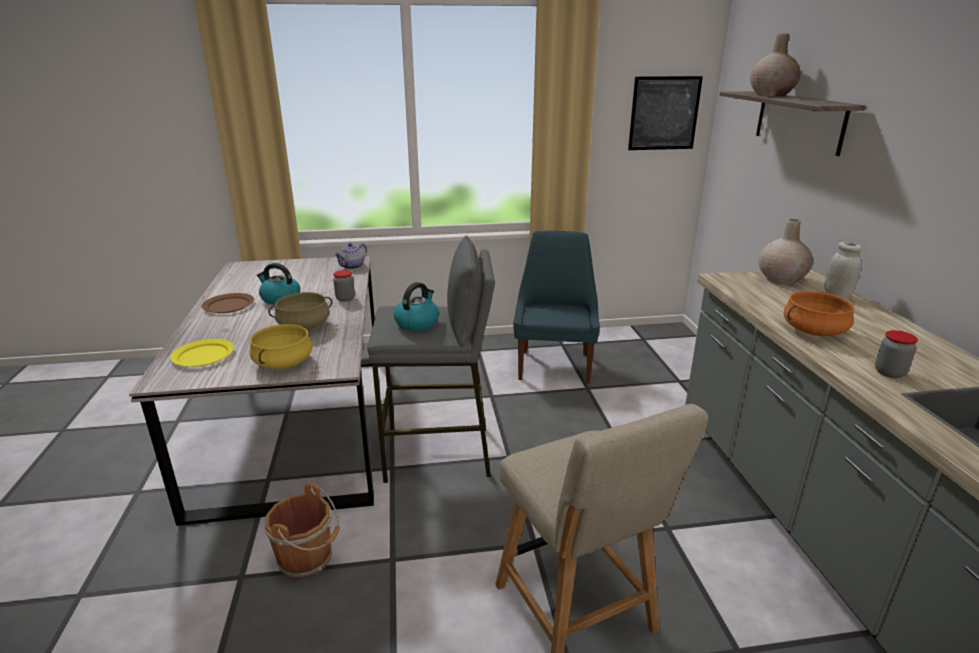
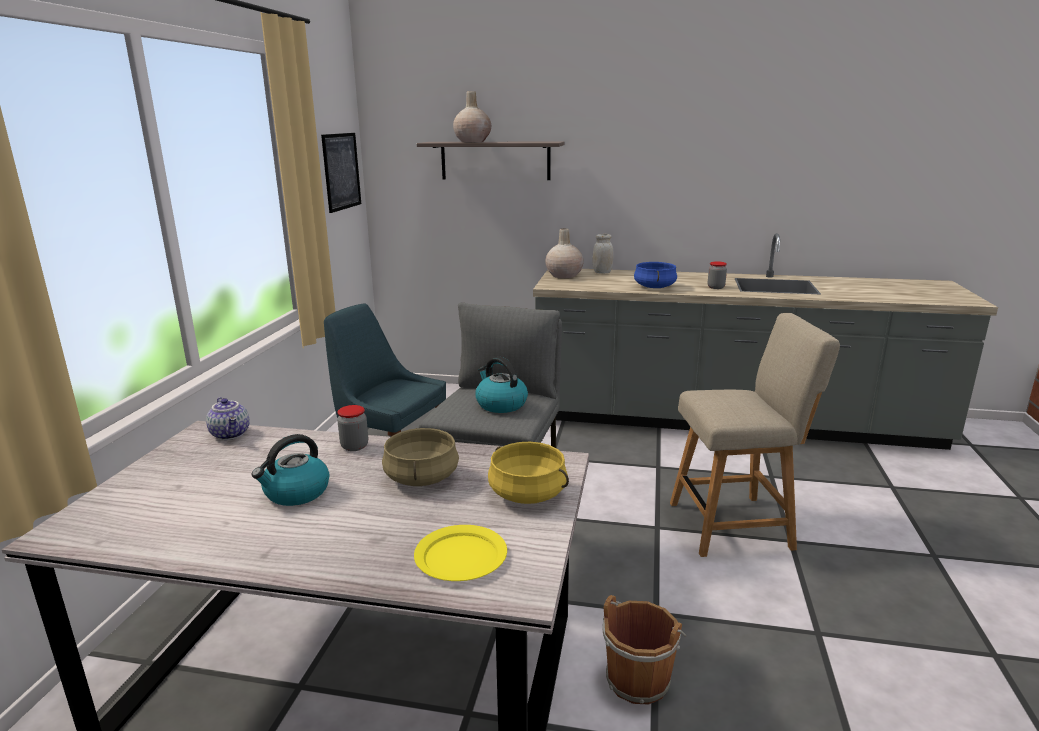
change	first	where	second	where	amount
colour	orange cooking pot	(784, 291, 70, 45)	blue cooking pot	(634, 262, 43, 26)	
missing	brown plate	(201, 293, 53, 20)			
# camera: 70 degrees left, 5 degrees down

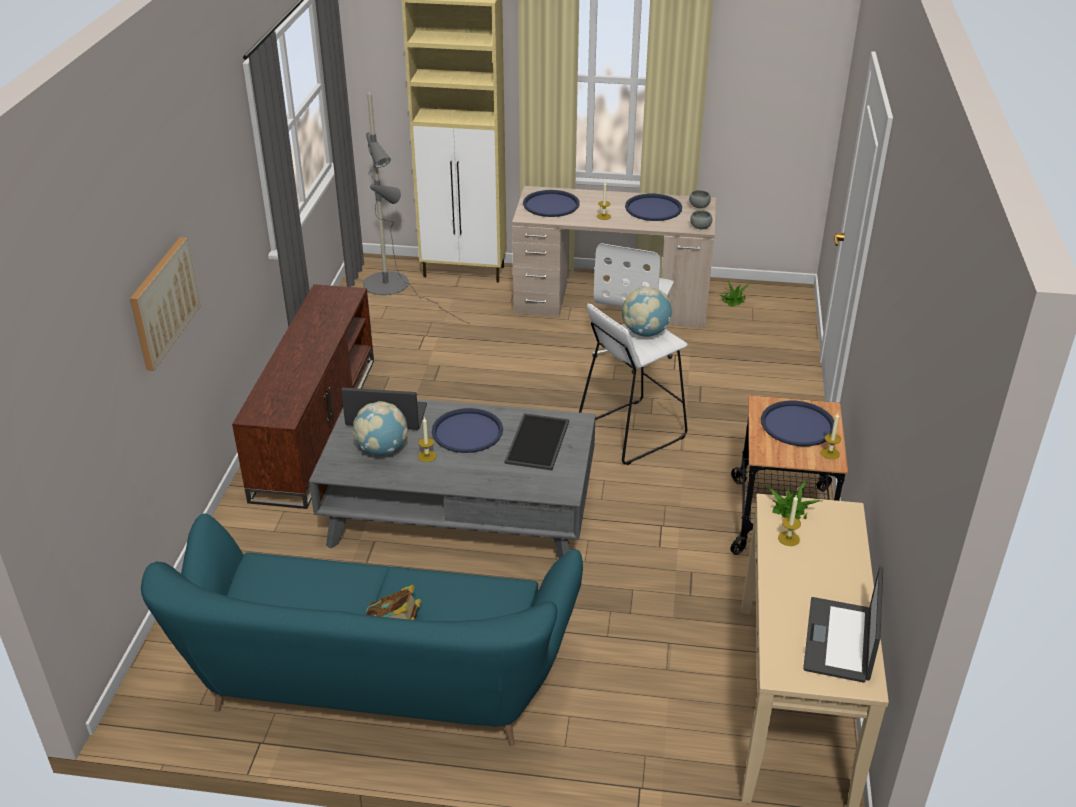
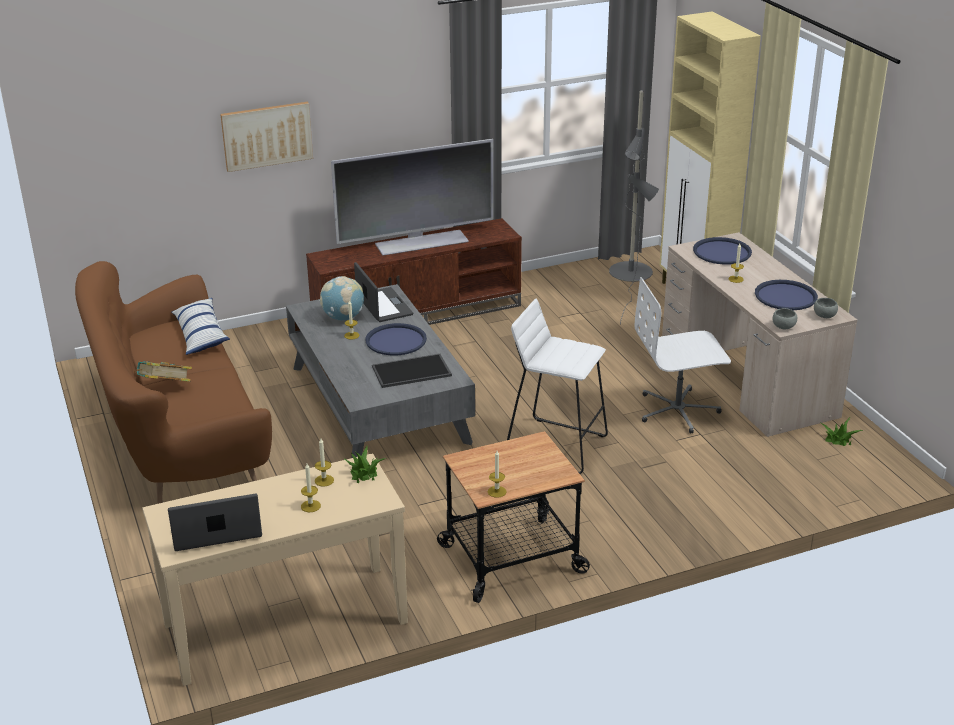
change	first	where	second	where	amount
colour	turquoise sofa	(141, 513, 442, 233)	brown sofa	(75, 261, 197, 243)	
appeared			pillow	(172, 298, 58, 57)	
appeared			candle	(301, 464, 20, 48)	
appeared			television	(331, 139, 162, 117)	
missing	globe	(622, 287, 50, 50)			
missing	blue tray	(761, 401, 73, 45)			
# camera: 60 degrees right, 5 degrees down

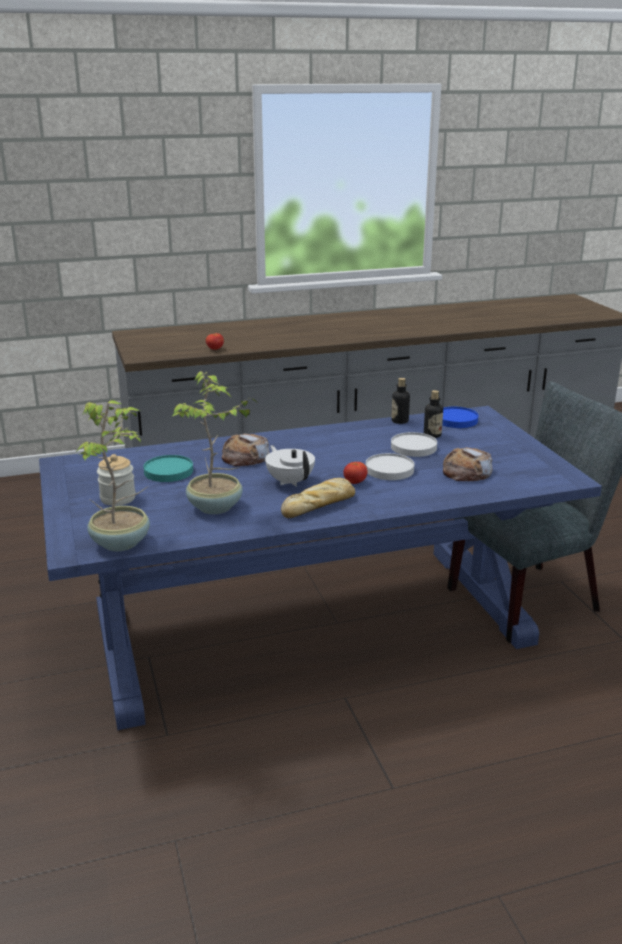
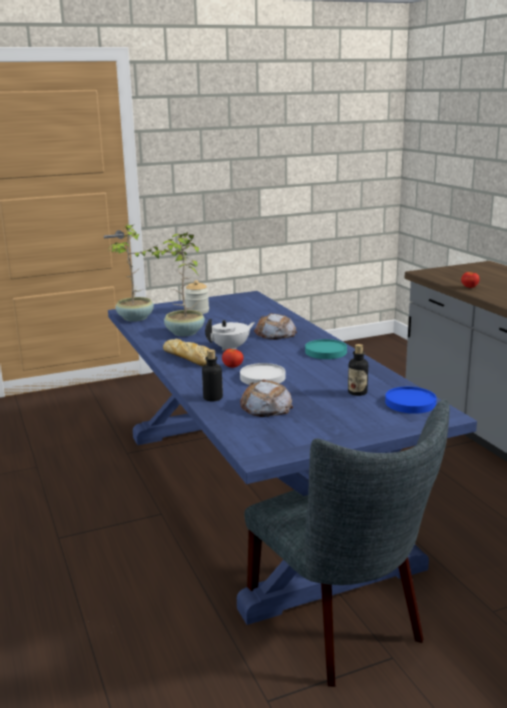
change	first	where	second	where	amount
relocated	bottle	(391, 378, 19, 46)		(202, 349, 21, 52)	
relocated	turquoise plate	(143, 455, 50, 27)		(305, 339, 42, 20)	
missing	white plate	(391, 432, 46, 25)			
# camera: 85 degrees right, 5 degrees down

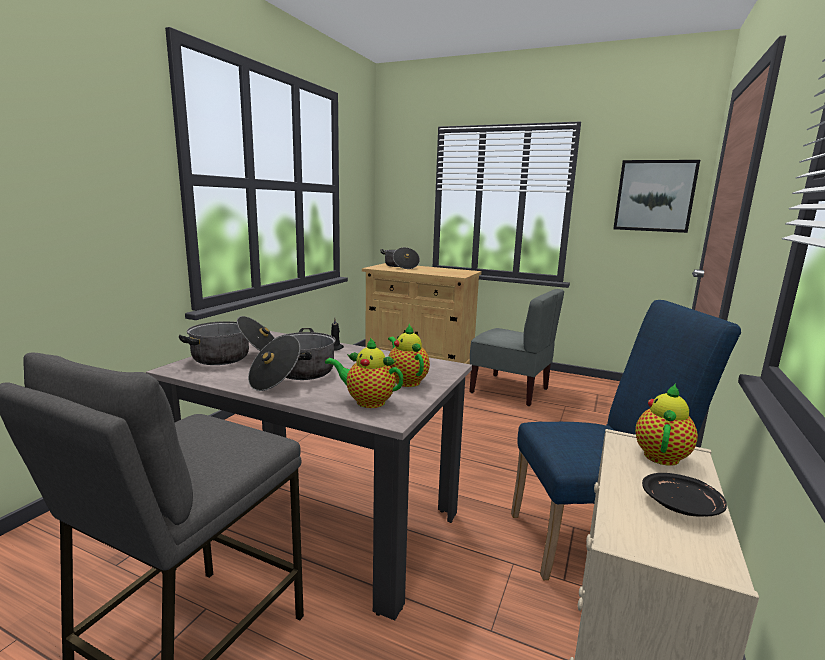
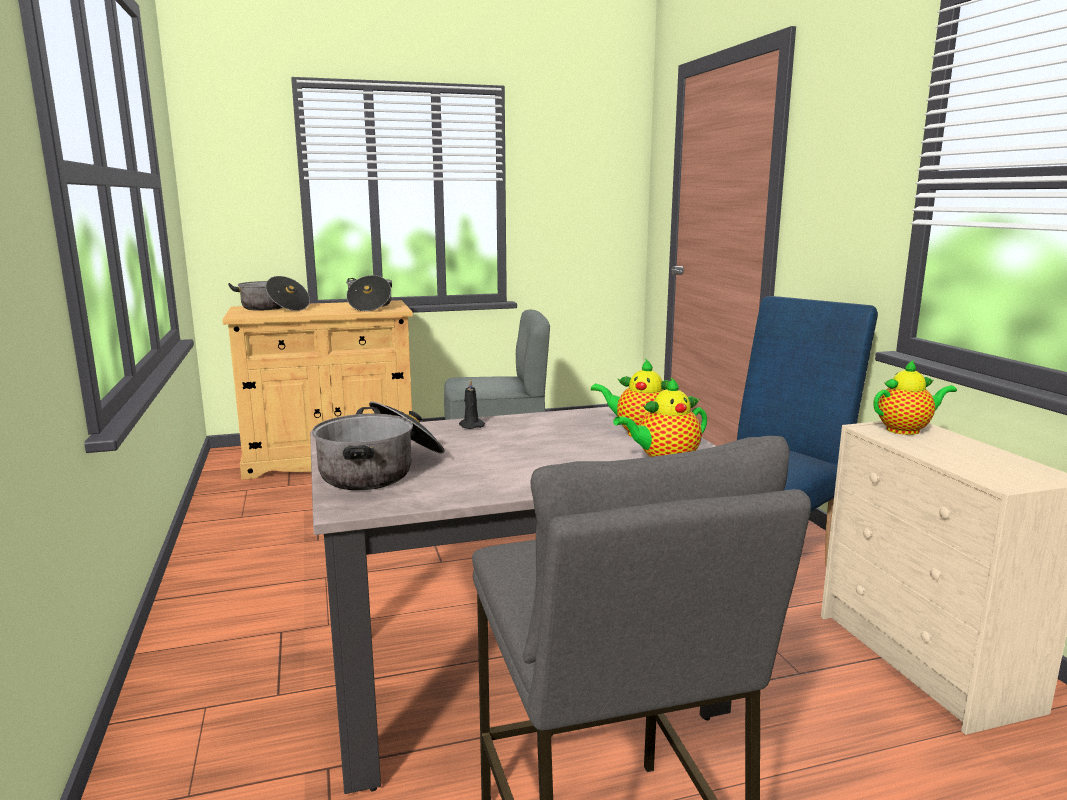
change	first	where	second	where	amount
relocated	cooking pot	(248, 328, 88, 63)		(346, 275, 46, 36)	
spun	teapot	(635, 384, 63, 82)		(874, 360, 83, 75)	90 degrees clockwise
missing	picture	(613, 160, 87, 73)			
missing	black plate	(642, 473, 85, 43)			
# camera: 40 degrees left, 0 degrees up

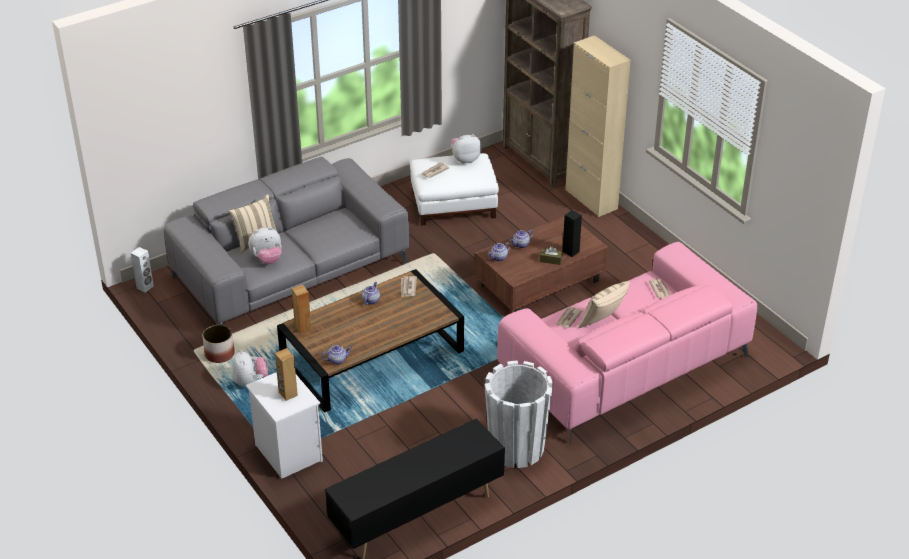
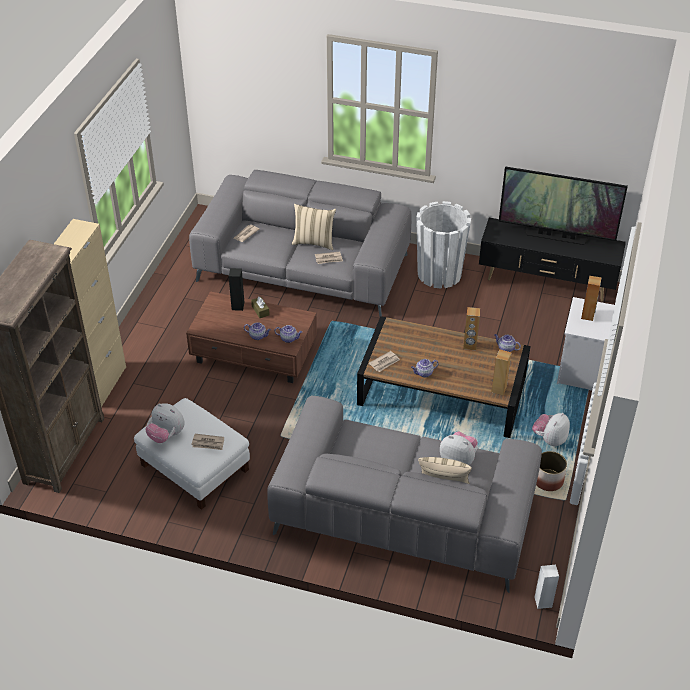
change	first	where	second	where	amount
colour	pink sofa	(497, 242, 260, 202)	grey sofa	(189, 170, 222, 146)	
appeared			brown speaker	(463, 307, 17, 43)	
appeared			television	(499, 166, 129, 79)	
# camera: 130 degrees left, 5 degrees up

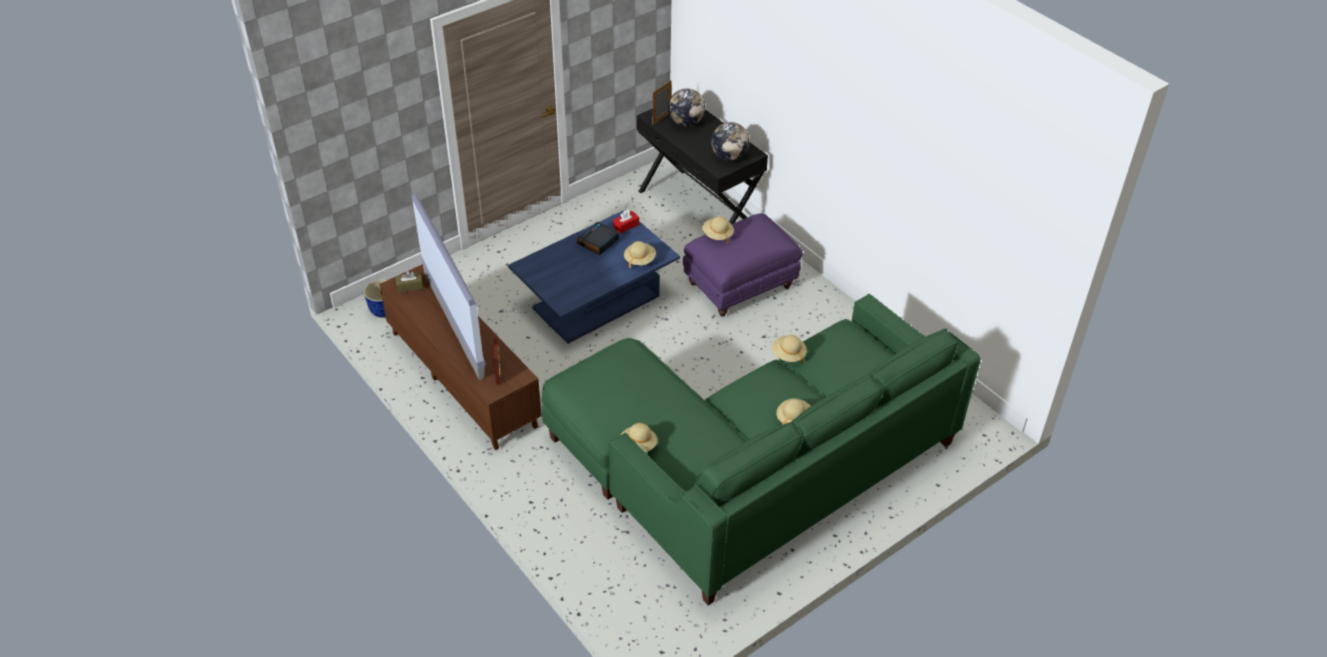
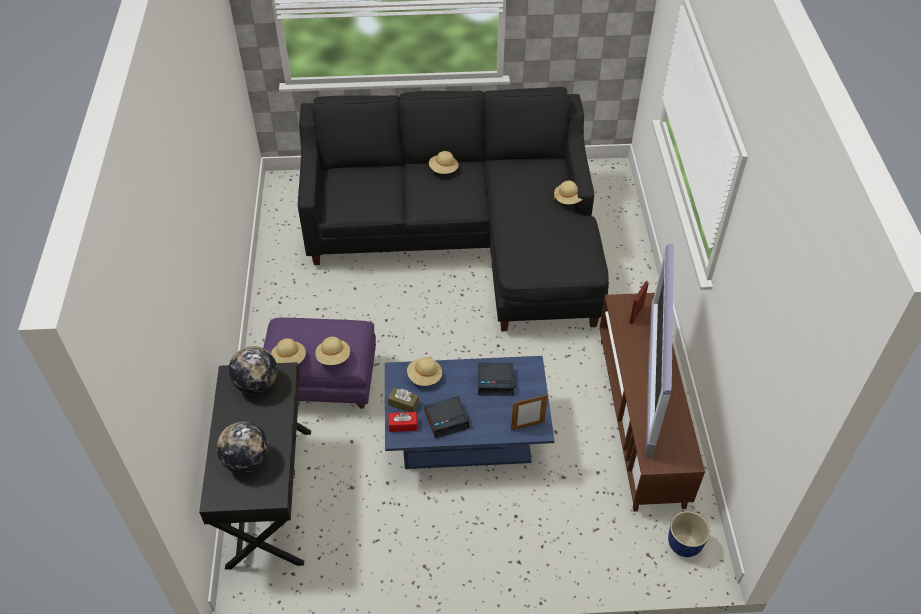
change	first	where	second	where	amount
relocated	beige hat	(772, 335, 35, 29)		(271, 338, 35, 26)	
colour	green sofa	(541, 294, 440, 312)	black sofa	(298, 87, 311, 244)	
relocated	brown tissue box	(395, 271, 28, 22)		(388, 388, 31, 24)	
appeared			alarm clock	(478, 363, 37, 33)	
relocated	picture frame	(653, 80, 19, 45)		(511, 395, 37, 36)	
# camera: 145 degrees left, 5 degrees up

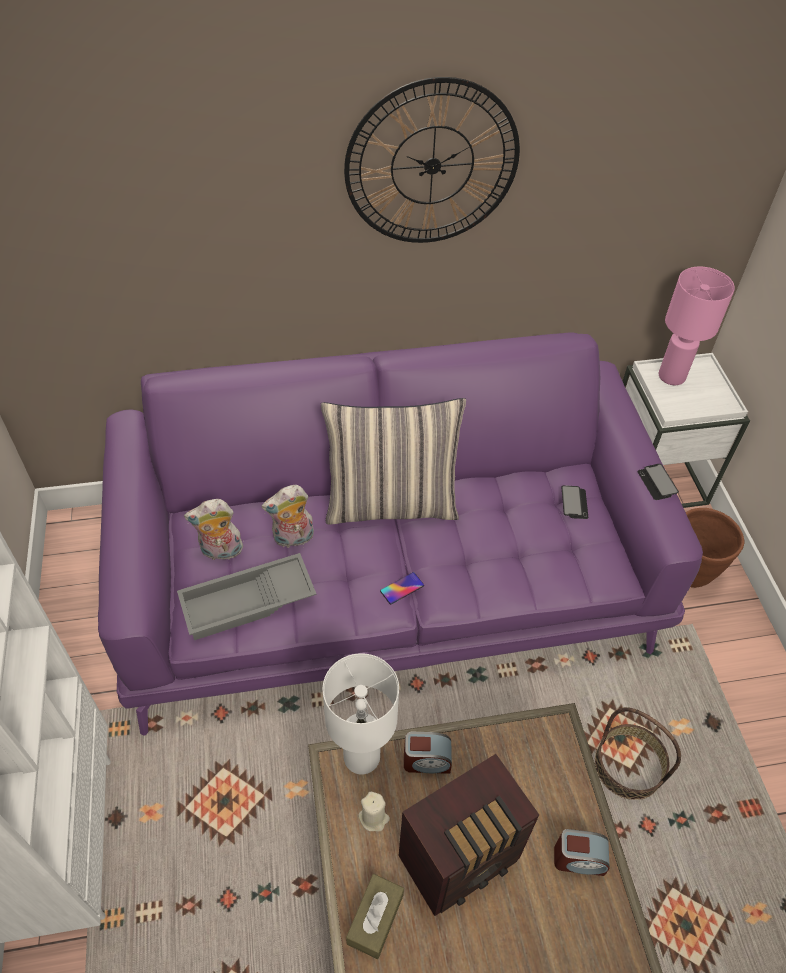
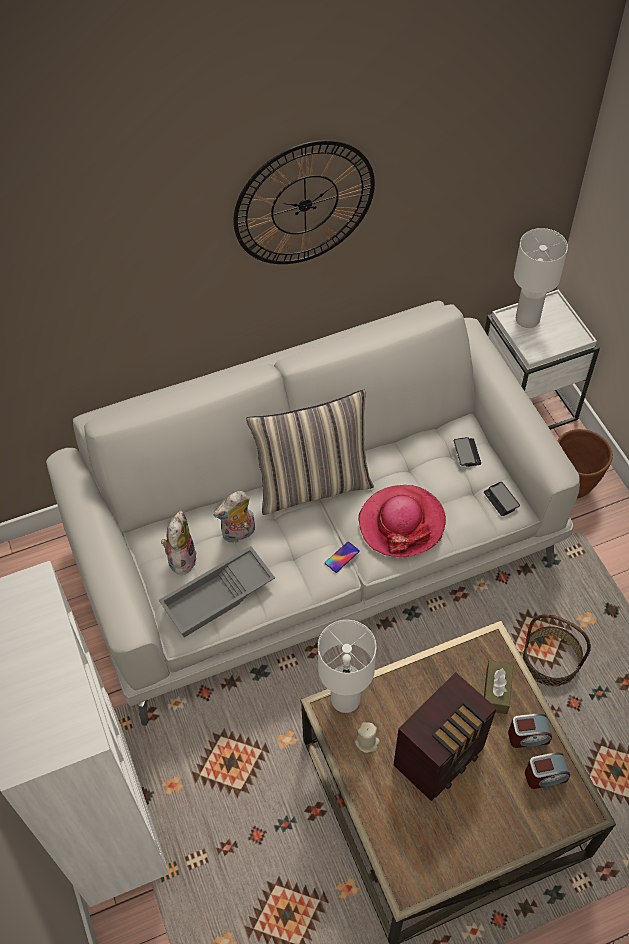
change	first	where	second	where	amount
colour	purple sofa	(98, 332, 605, 404)	white sofa	(46, 301, 534, 425)	
spun	plush toy	(184, 499, 59, 61)		(161, 511, 36, 67)	120 degrees clockwise
appeared			hat	(358, 485, 88, 72)	
relocated	phone	(637, 464, 42, 36)		(484, 482, 36, 34)	
relocated	brown tissue box	(346, 874, 58, 85)		(484, 660, 30, 54)	
colour	pink table lamp	(659, 266, 76, 119)	white table lamp	(514, 228, 54, 100)	
relocated	alarm clock	(404, 732, 48, 42)		(525, 753, 45, 36)	
# camera: 10 degrees left, 5 degrees up

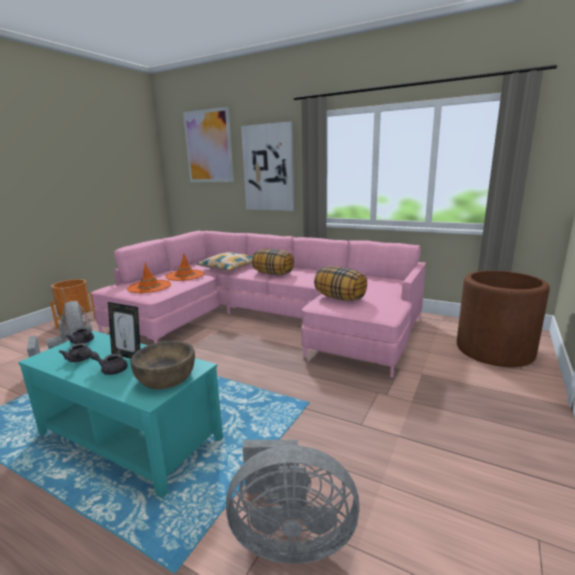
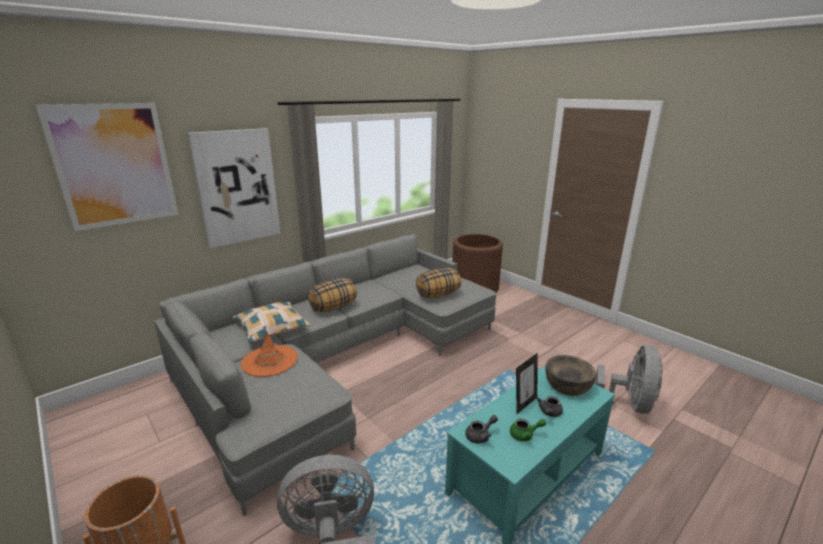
change	first	where	second	where	amount
colour	pink sofa	(91, 231, 335, 147)	grey sofa	(154, 234, 342, 282)	
colour	grey teapot	(59, 343, 33, 19)	green teapot	(510, 419, 36, 22)	
missing	orange hat	(127, 263, 44, 30)			
# camera: 70 degrees left, 5 degrees up

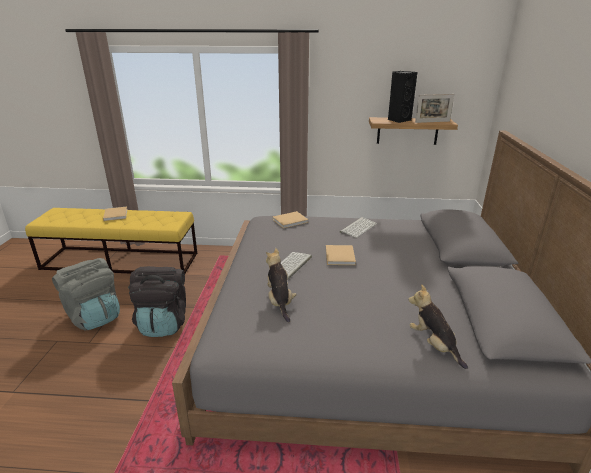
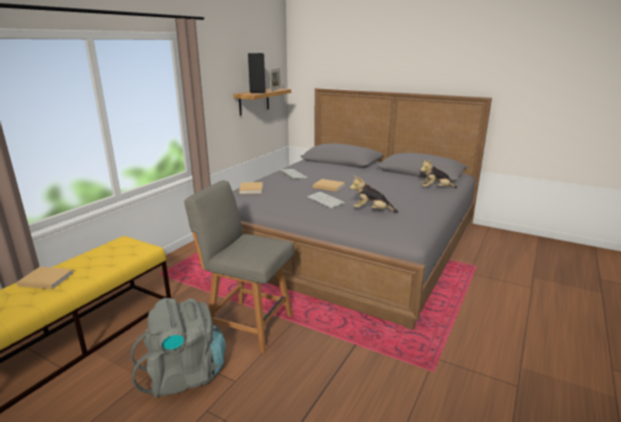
change	first	where	second	where	amount
exchanged	black backpack	(128, 266, 58, 71)	grey chair	(184, 180, 110, 174)	
# camera: 65 degrees left, 5 degrees down

